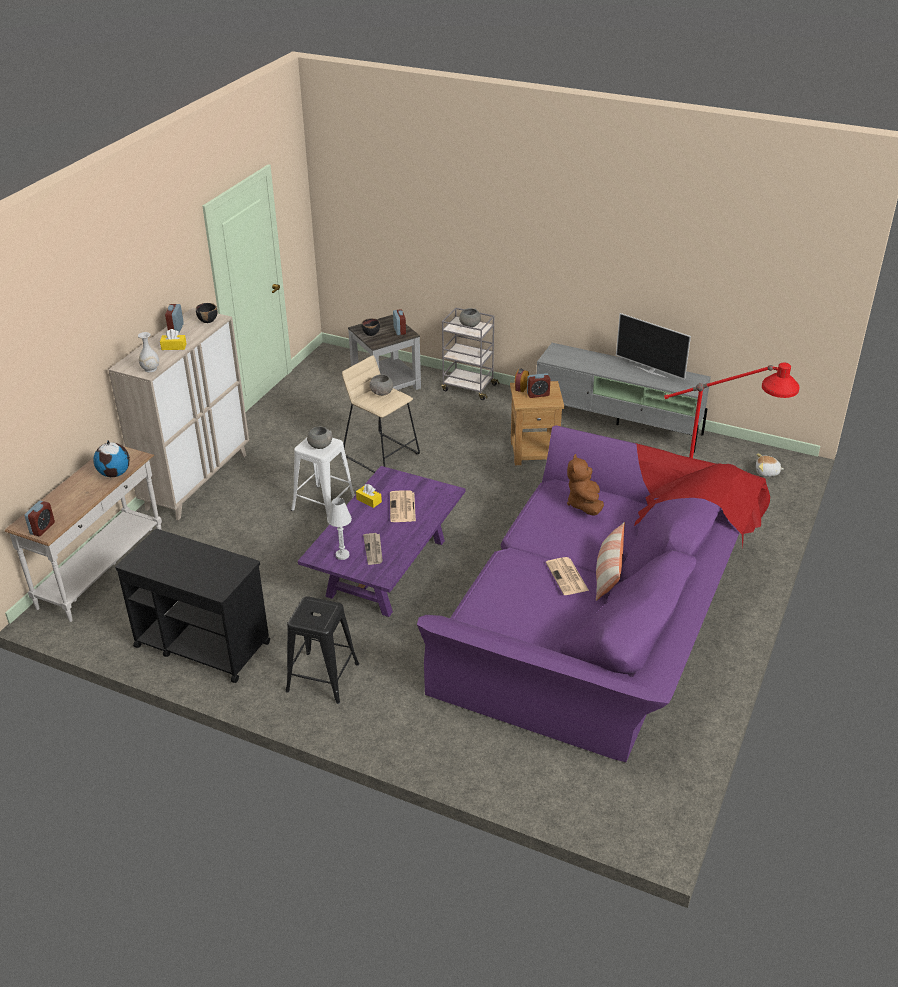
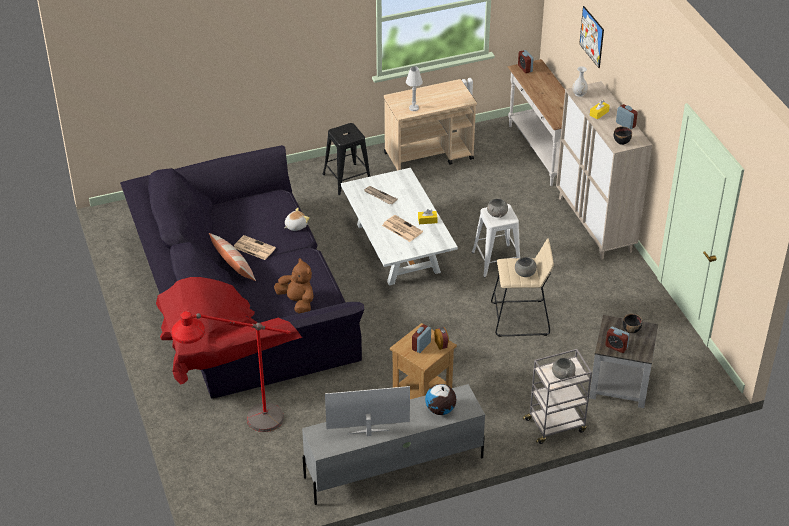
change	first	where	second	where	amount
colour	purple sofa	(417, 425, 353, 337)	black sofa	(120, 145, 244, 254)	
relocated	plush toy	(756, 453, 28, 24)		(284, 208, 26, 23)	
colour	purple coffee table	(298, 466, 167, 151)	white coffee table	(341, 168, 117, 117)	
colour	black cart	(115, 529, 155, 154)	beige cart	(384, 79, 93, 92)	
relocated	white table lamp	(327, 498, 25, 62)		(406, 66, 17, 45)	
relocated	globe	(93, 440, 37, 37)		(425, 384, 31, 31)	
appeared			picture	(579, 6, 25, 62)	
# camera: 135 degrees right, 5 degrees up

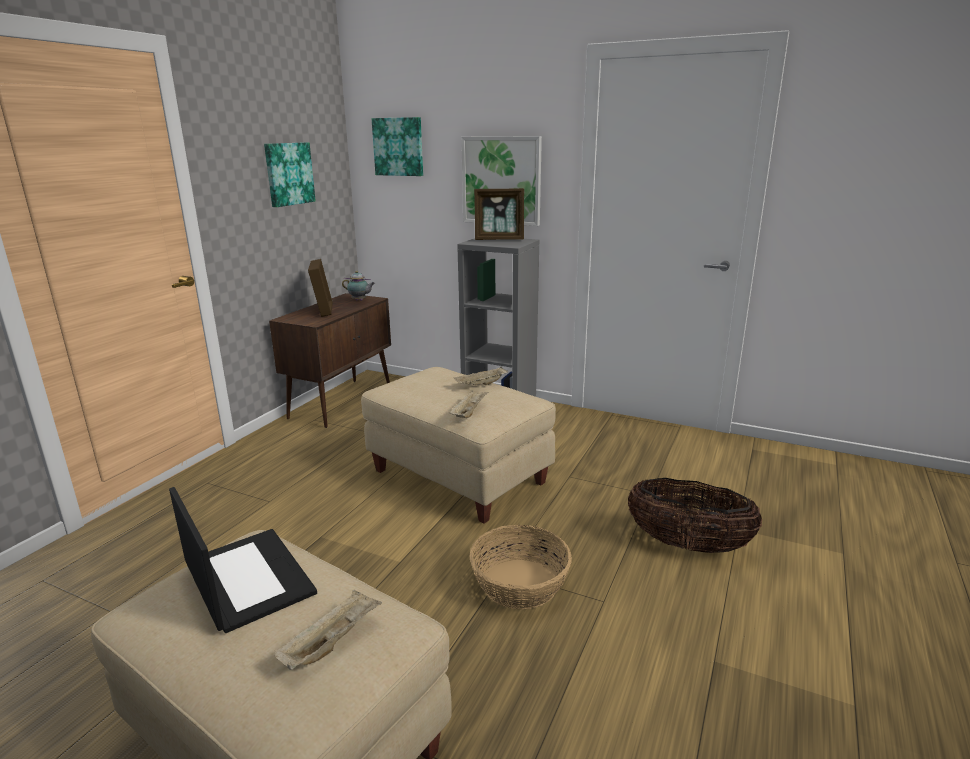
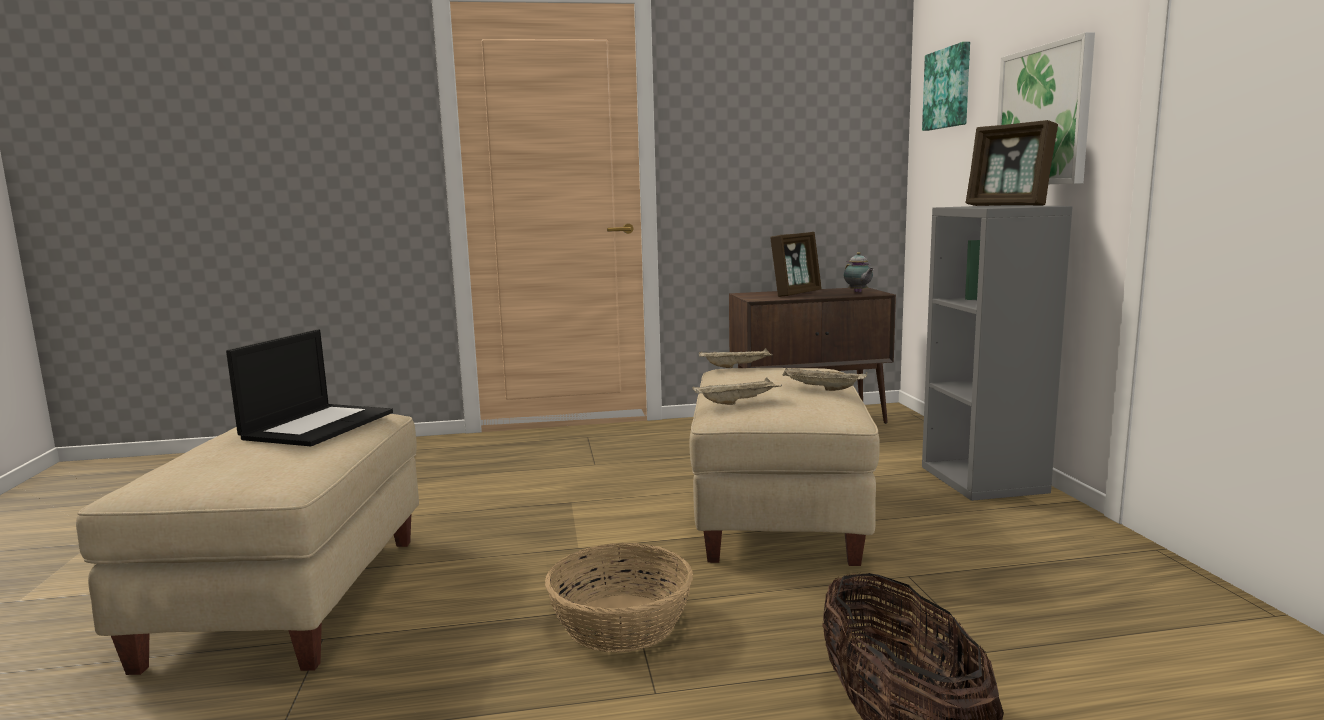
change	first	where	second	where	amount
relocated	beige tray	(274, 590, 108, 80)		(699, 348, 73, 20)	
missing	picture	(264, 142, 52, 65)			
# camera: 55 degrees right, 10 degrees down

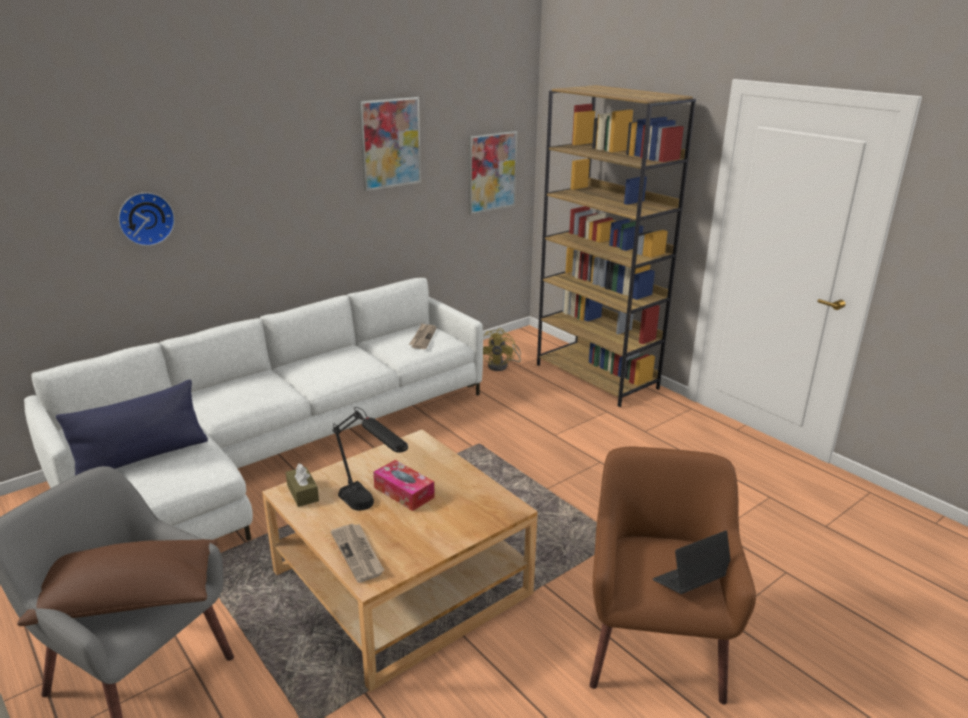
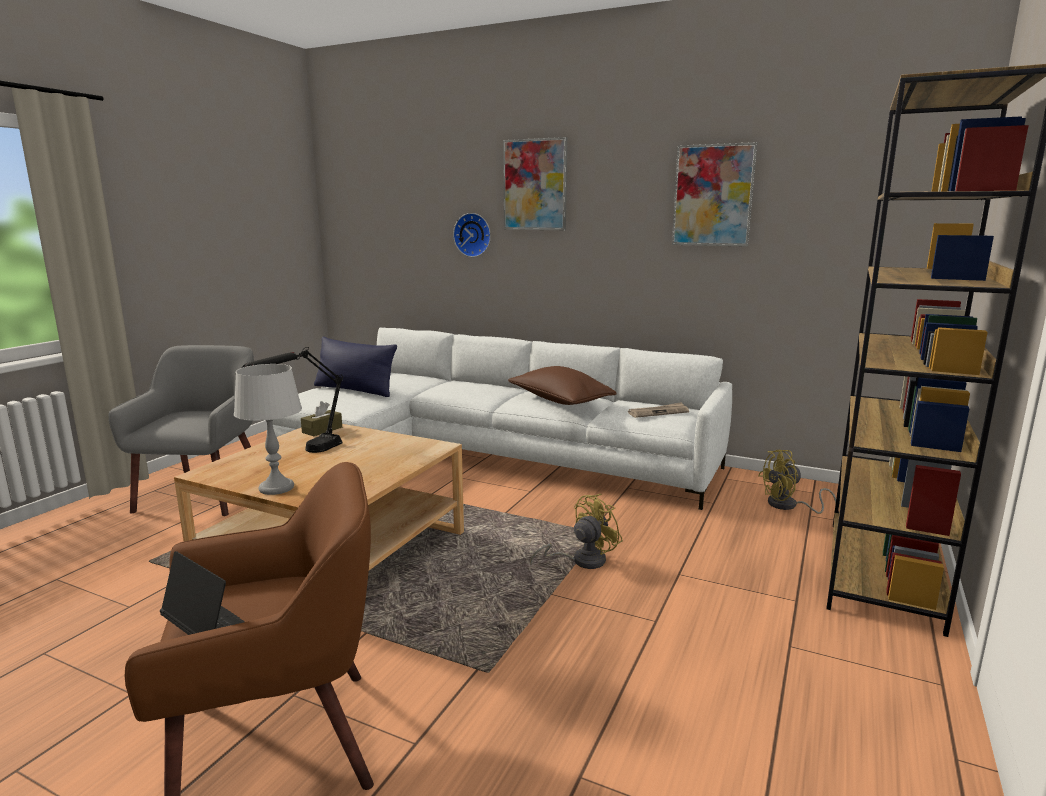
change	first	where	second	where	amount
appeared			grey table lamp	(234, 364, 68, 131)	
relocated	picture	(469, 130, 48, 85)		(503, 137, 64, 93)	
relocated	brown pillow	(17, 539, 200, 87)		(508, 366, 109, 39)	
appeared			yellow fan	(530, 494, 93, 75)	
missing	newspaper	(331, 524, 53, 59)			
missing	tissue box	(373, 460, 62, 51)			
# camera: 65 degrees right, 10 degrees down

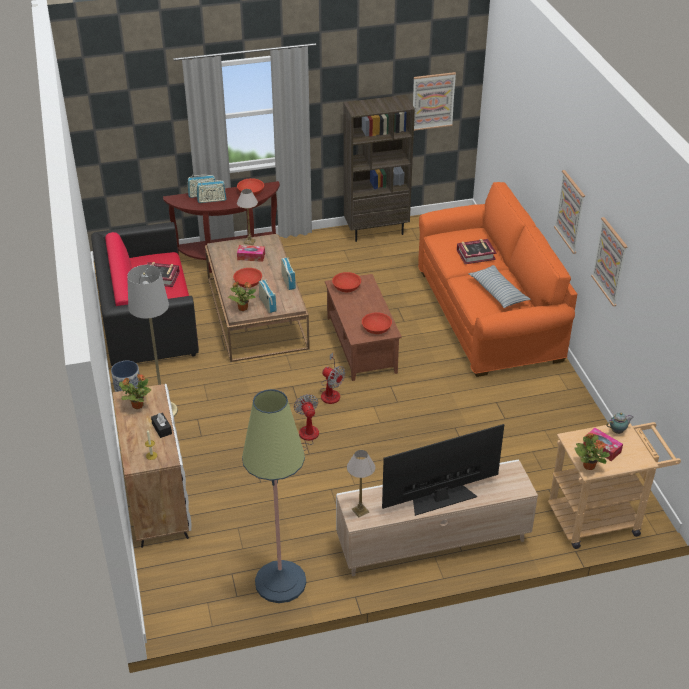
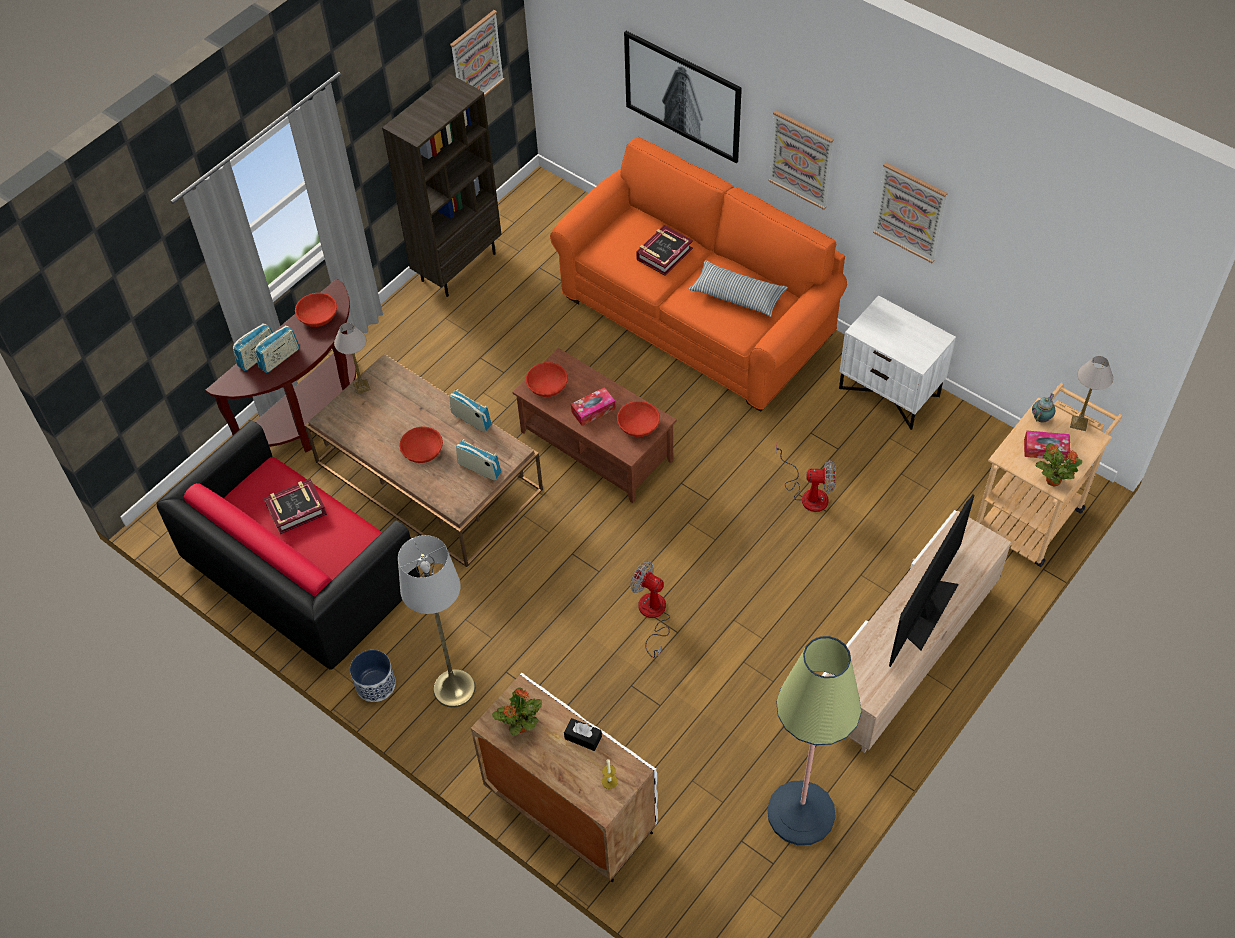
change	first	where	second	where	amount
relocated	tissue box	(237, 245, 28, 17)		(571, 387, 45, 39)	
appeared			picture	(624, 31, 118, 132)	
relocated	fan	(320, 353, 25, 51)		(776, 444, 60, 68)	
appeared			white nightstand	(839, 295, 117, 135)	
relocated	table lamp	(347, 450, 28, 67)		(1070, 356, 43, 75)	
missing	potted plant	(228, 281, 28, 30)			
# camera: 35 degrees left, 15 degrees up

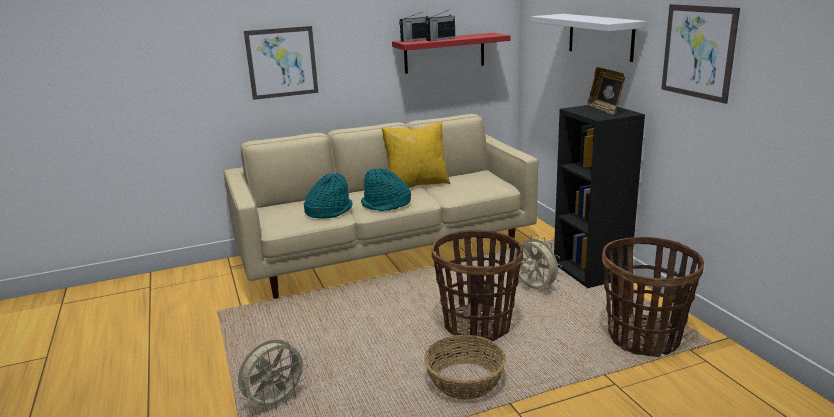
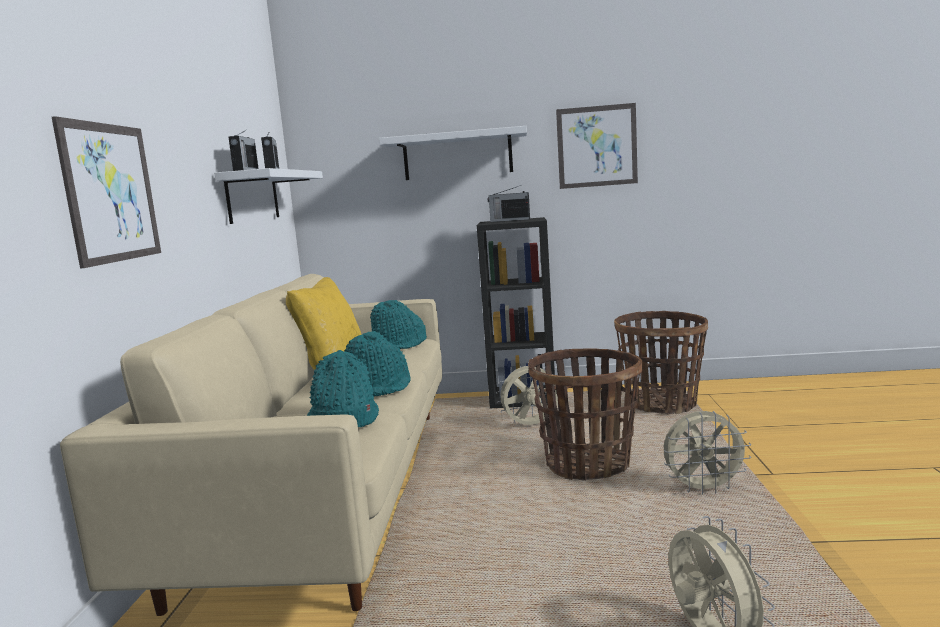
change	first	where	second	where	amount
colour	red shelf	(392, 33, 119, 41)	white shelf	(214, 168, 109, 56)	
appeared			turquoise hat	(370, 300, 57, 49)	
exchanged	picture frame	(587, 67, 38, 48)	radio	(488, 185, 42, 37)	
exchanged	basket	(424, 335, 82, 65)	beige fan	(664, 411, 87, 84)	
# camera: 65 degrees left, 10 degrees down

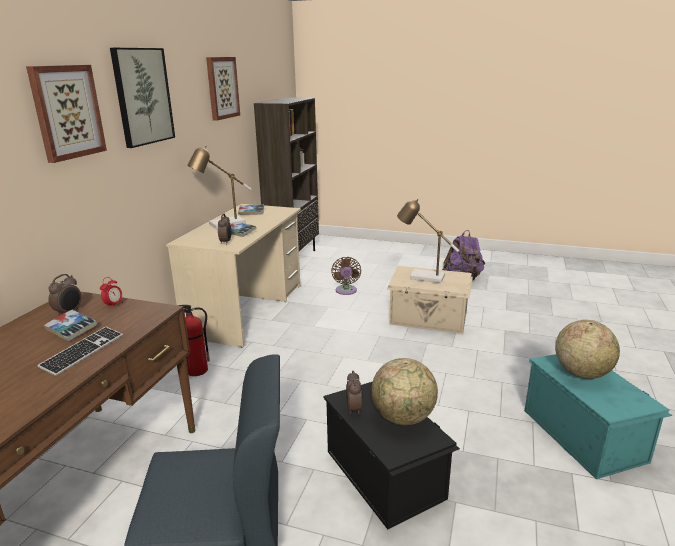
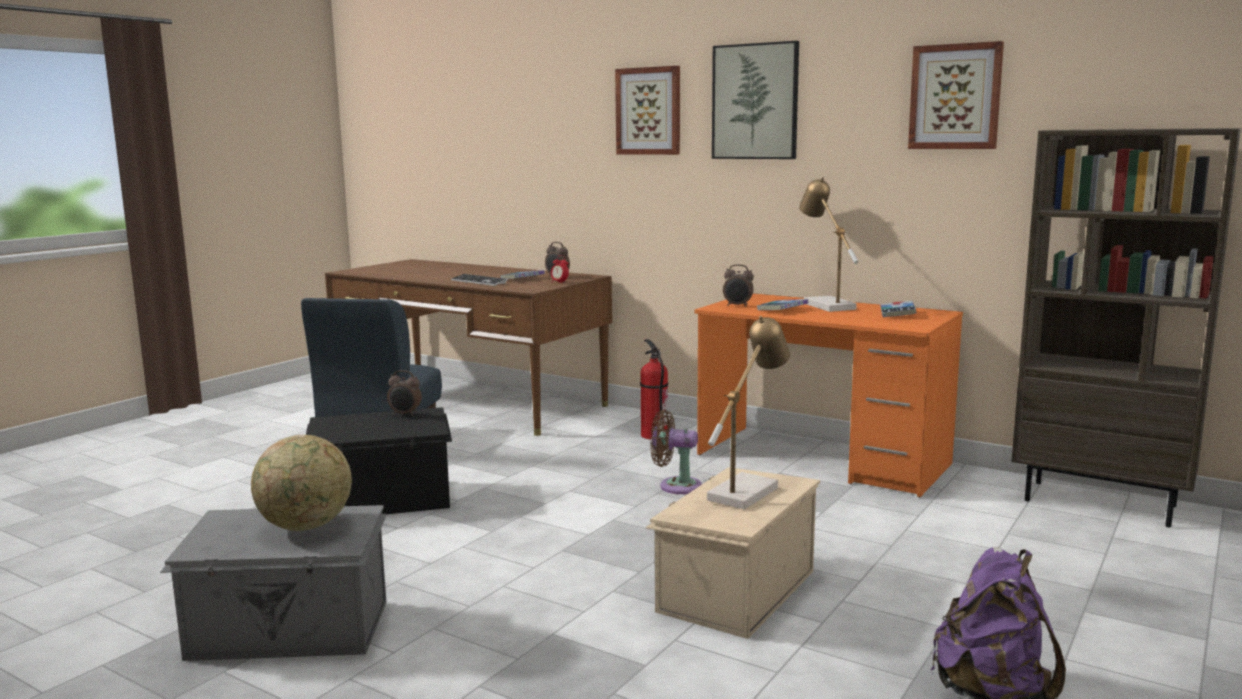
change	first	where	second	where	amount
colour	turquoise storage box	(525, 354, 147, 125)	grey storage box	(160, 505, 227, 156)	
relocated	brown fan	(331, 257, 30, 38)		(650, 410, 52, 84)	
colour	beige desk	(166, 204, 135, 144)	orange desk	(694, 293, 269, 204)	
missing	globe	(371, 358, 67, 67)			
# camera: 105 degrees right, 10 degrees down

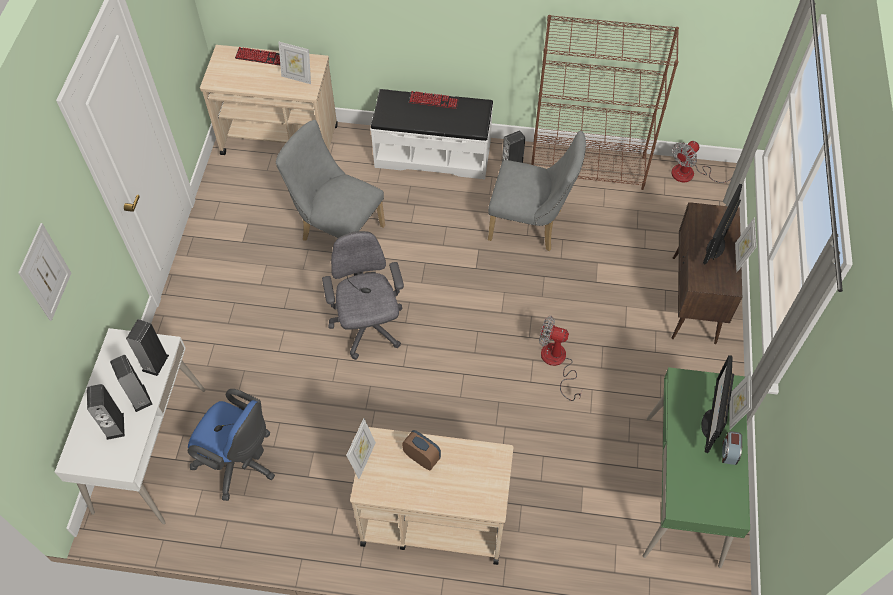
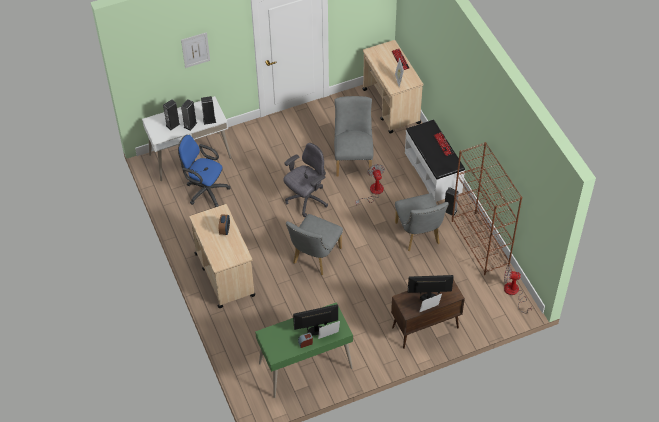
change	first	where	second	where	amount
spun	blue office chair	(188, 389, 87, 112)		(178, 135, 53, 72)	120 degrees clockwise
appeared			grey chair	(286, 214, 57, 61)	
relocated	fan	(539, 316, 43, 85)		(355, 164, 30, 42)	
missing	picture frame	(346, 418, 30, 61)			
# camera: 60 degrees right, 5 degrees down

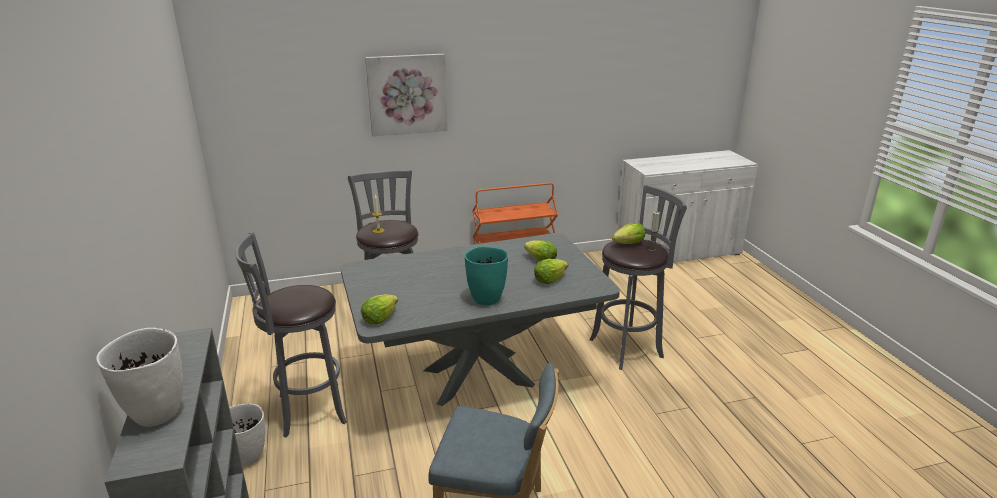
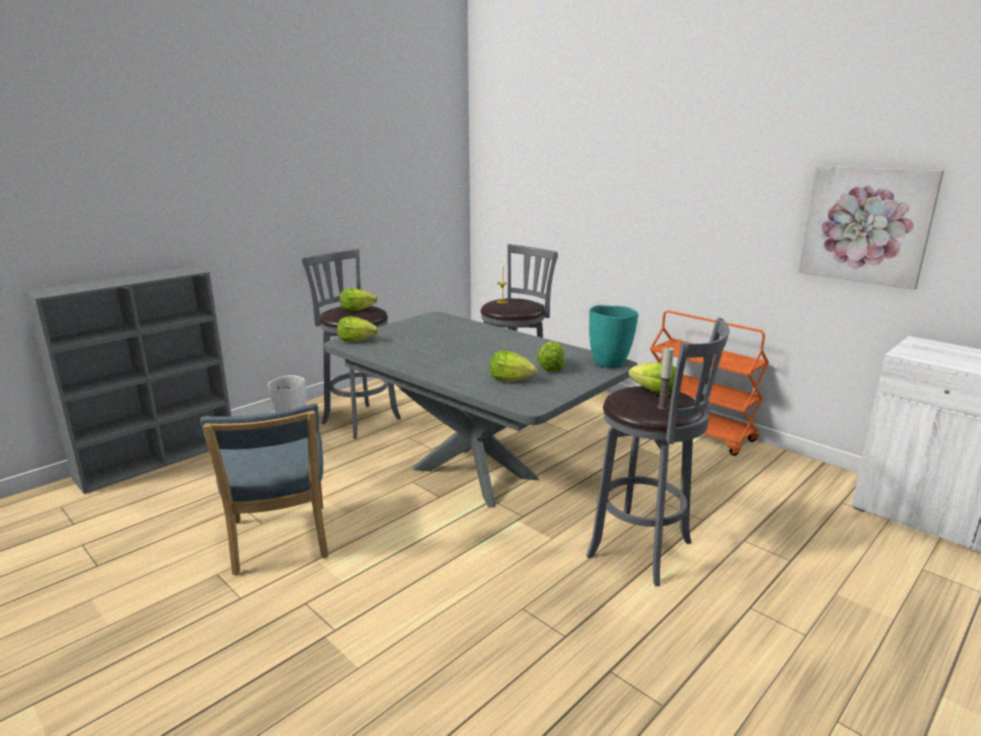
change	first	where	second	where	amount
appeared			lettuce	(340, 288, 37, 23)	
relocated	turquoise vase	(465, 246, 43, 59)		(589, 305, 49, 63)	
relocated	picture	(365, 54, 82, 82)		(798, 165, 146, 125)	
missing	white vase	(96, 328, 87, 99)			
# camera: 60 degrees right, 5 degrees down

